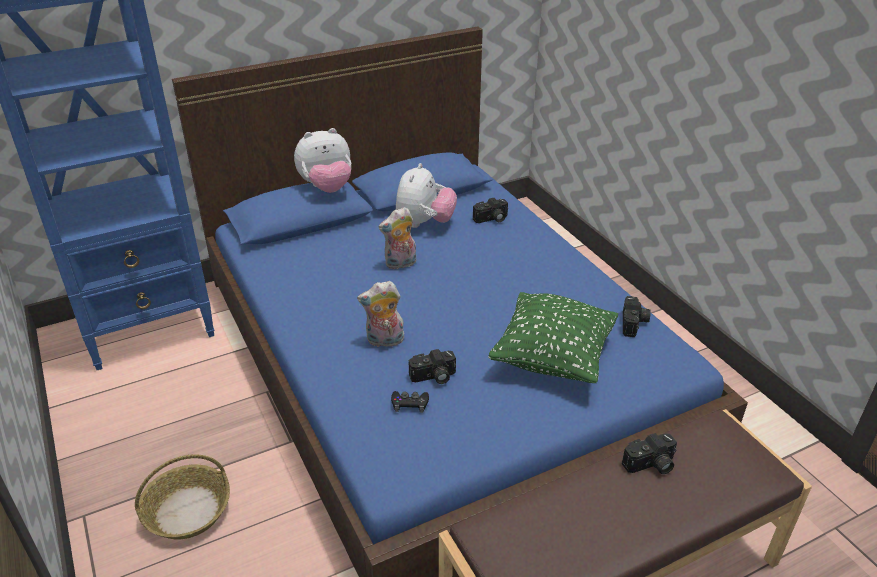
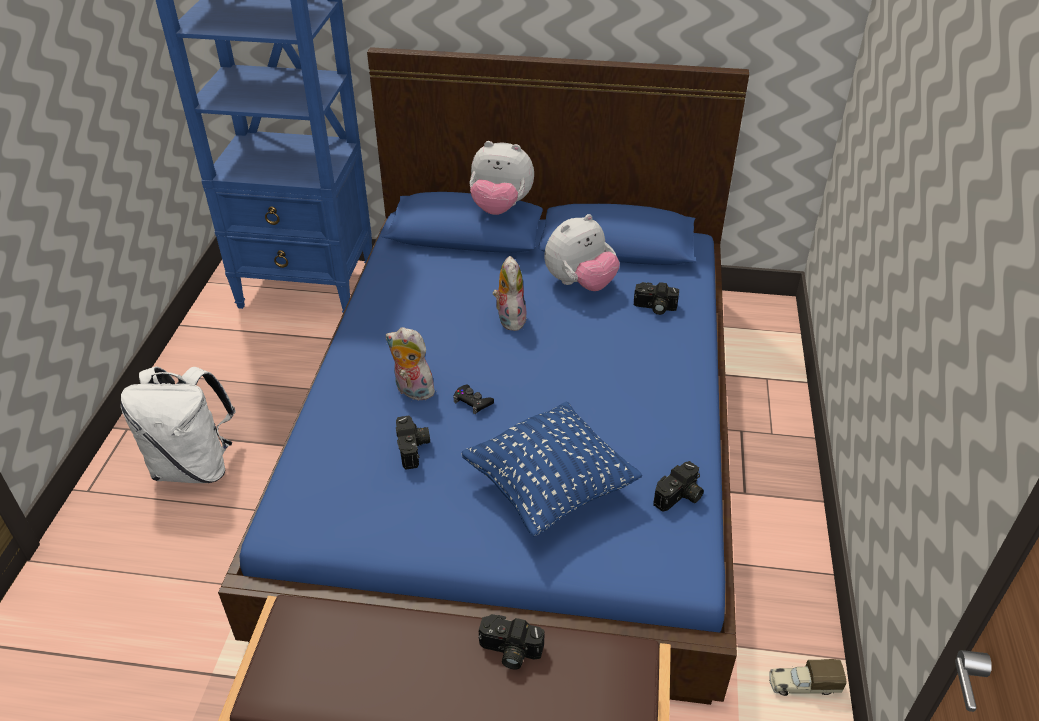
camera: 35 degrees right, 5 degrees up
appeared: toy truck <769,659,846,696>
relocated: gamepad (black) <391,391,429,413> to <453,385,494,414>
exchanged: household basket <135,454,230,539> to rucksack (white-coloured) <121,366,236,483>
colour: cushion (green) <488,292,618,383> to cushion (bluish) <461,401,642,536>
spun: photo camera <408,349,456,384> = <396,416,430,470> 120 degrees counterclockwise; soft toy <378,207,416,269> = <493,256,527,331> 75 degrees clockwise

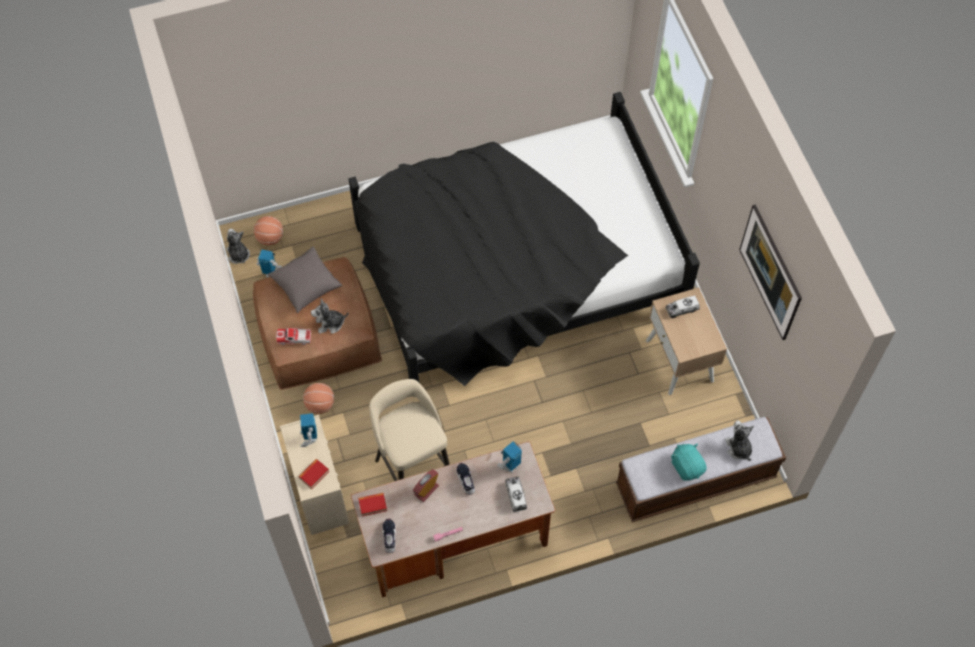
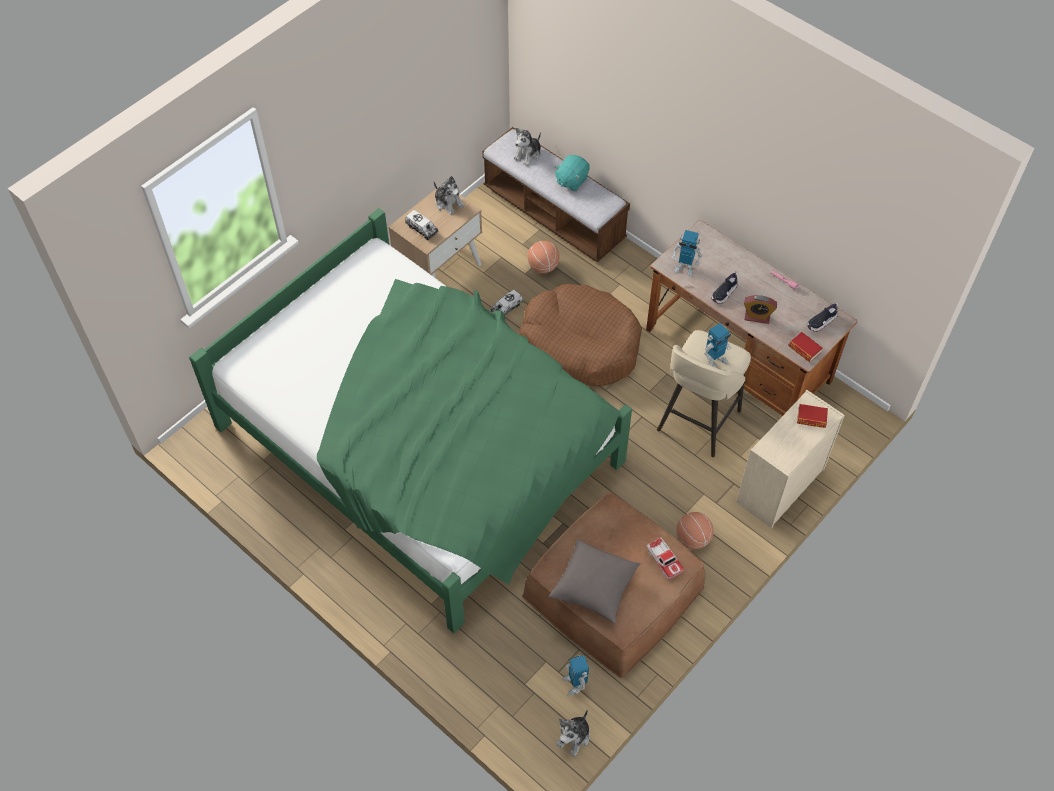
camera: 120 degrees left, 5 degrees down
missing: wall picture <739,204,802,340>
appeared: dog cushion (brown-coloured) <519,284,642,387>
relocated: soft toy <311,299,349,334> to <434,176,465,215>; toy truck <505,477,527,512> to <491,290,523,315>; basketball <254,216,283,245> to <528,241,560,273>; model robot <300,413,317,447> to <704,323,731,368>
colour: sleeping bed (black) <349,92,700,397> to sleeping bed (green) <189,208,632,633>

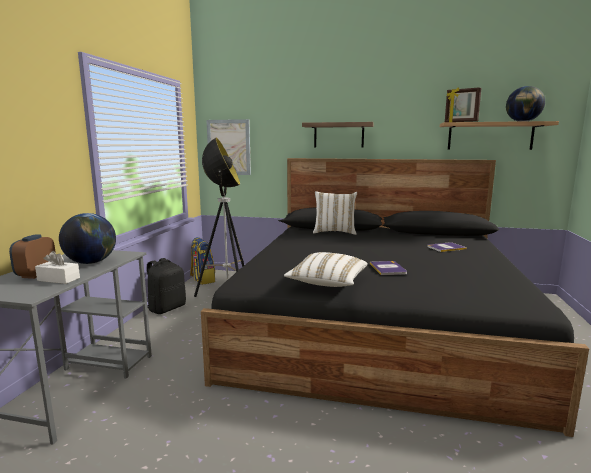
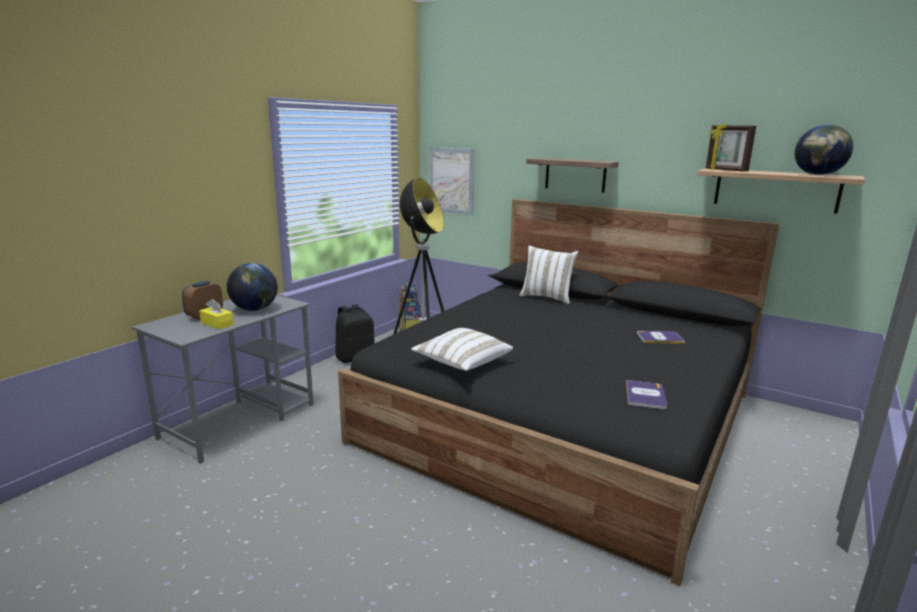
camera: 20 degrees right, 5 degrees up
relocated: bound book <370,261,407,275> to <626,380,667,409>
colour: tissue holder (white-coloured) <35,251,80,284> to tissue holder (yellowish) <199,299,234,329>

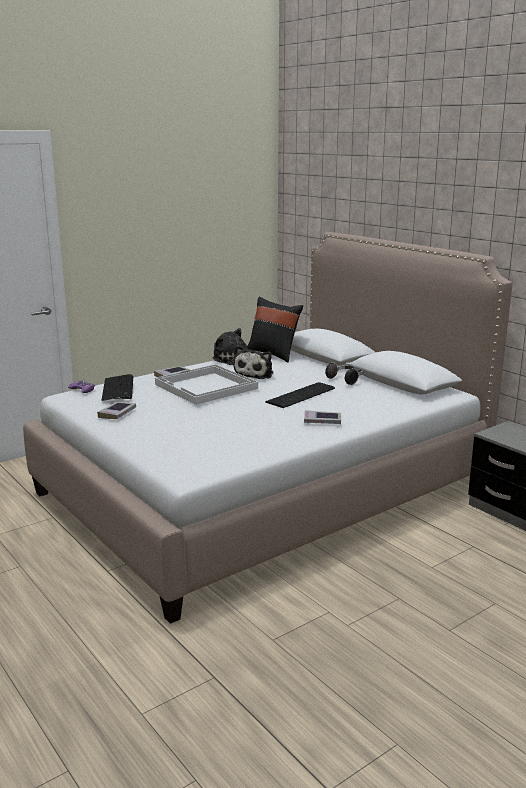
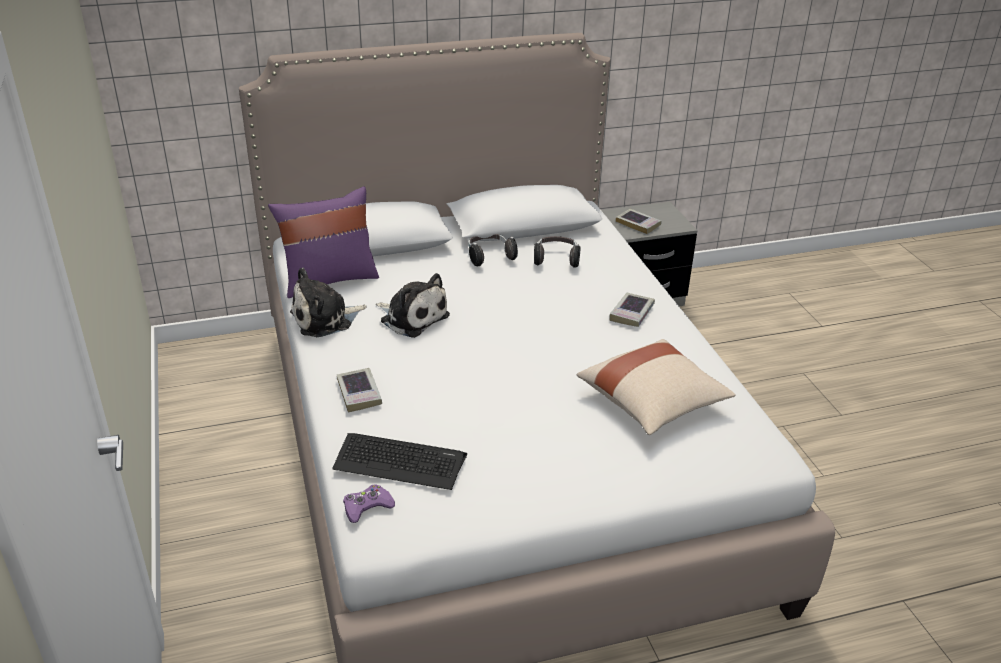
camera: 70 degrees left, 15 degrees up
missing: serving tray (white-coloured) <155,364,258,405>; PC keyboard <265,382,335,408>
appeared: pair of headphones <534,236,580,268>; cushion (beige) <577,339,736,435>
relocated: bound book <97,402,136,419> to <616,209,662,234>
colour: cushion (black) <247,297,303,362> to cushion (purple-coloured) <268,186,379,298>

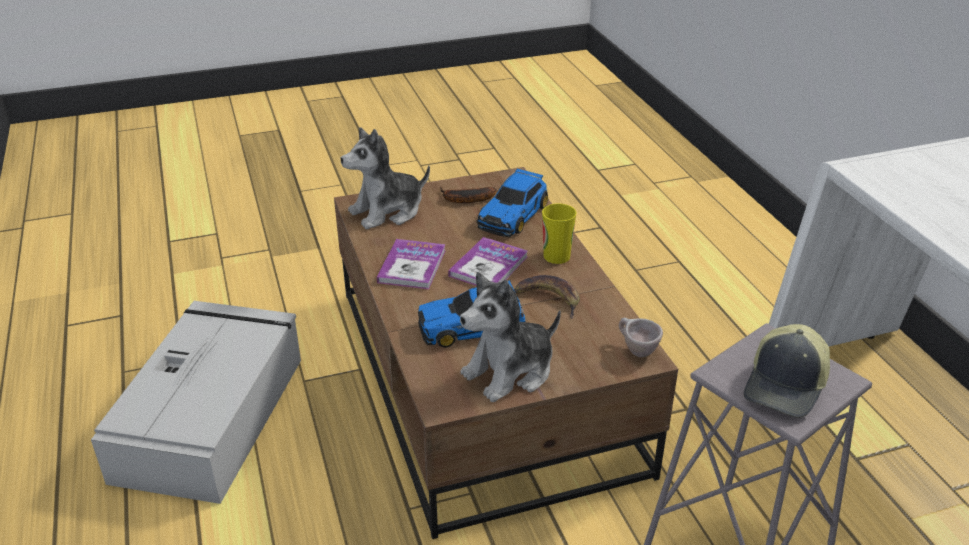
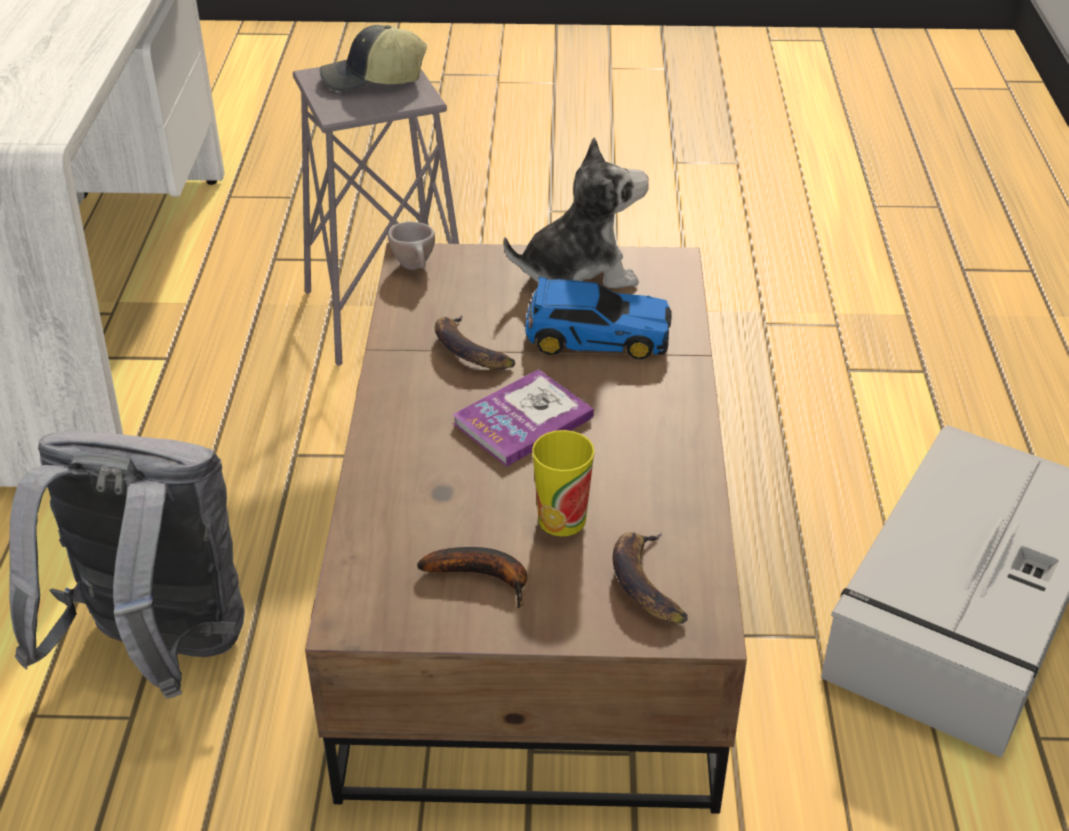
camera: 160 degrees left, 5 degrees up
missing: bound book <377,239,446,289>; model car <477,169,548,237>
appeared: rucksack (greyish) <9,431,245,699>
relocated: cup <542,203,577,264> to <532,430,595,536>
exchanged: soft toy <341,127,430,229> to banana <613,532,688,623>
spun: cap <744,324,830,418> = <319,24,427,91> 150 degrees counterclockwise

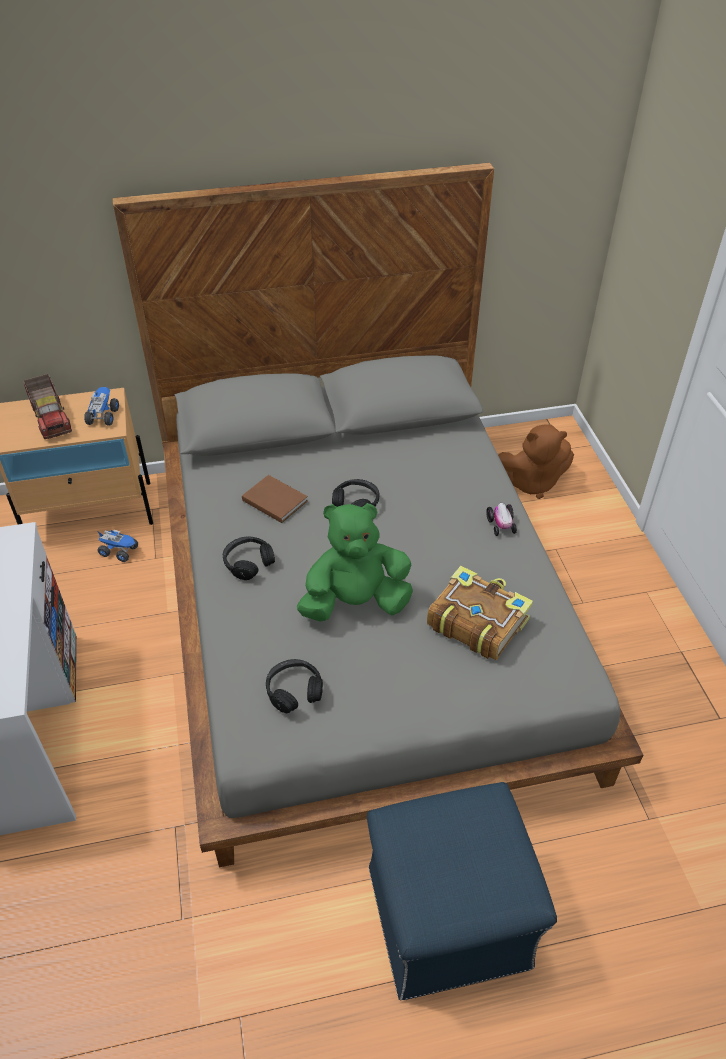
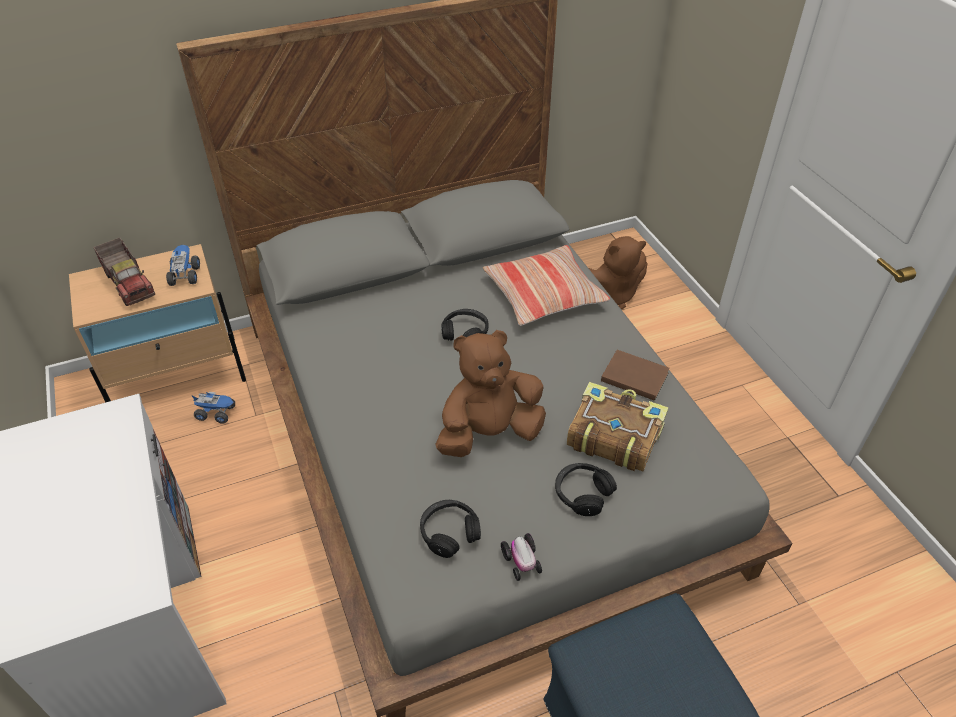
camera: 10 degrees left, 0 degrees up
appeared: cushion <483,245,610,326>
relocated: model car <486,503,517,536> to <501,533,542,581>; pair of headphones (black) <223,536,275,580> to <555,463,617,516>; bound book (brown-coloured) <242,475,308,523> to <601,350,670,401>
colour: soft toy (green) <297,503,413,621> to soft toy (brown-coloured) <435,330,546,457>

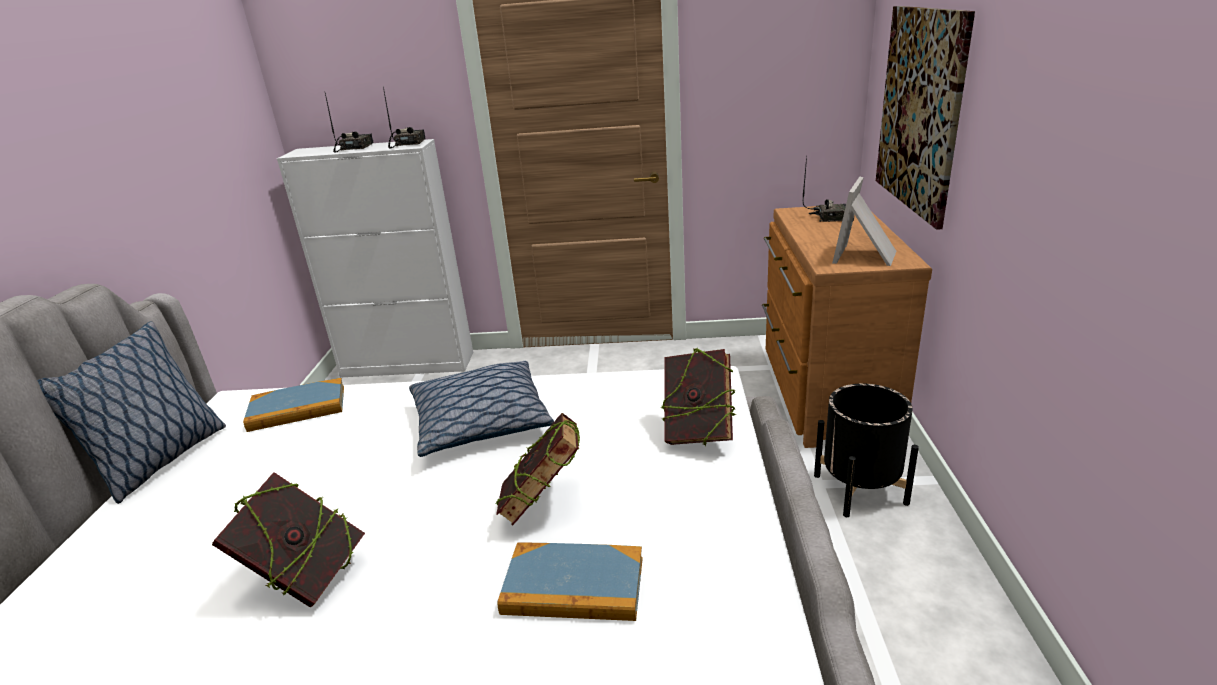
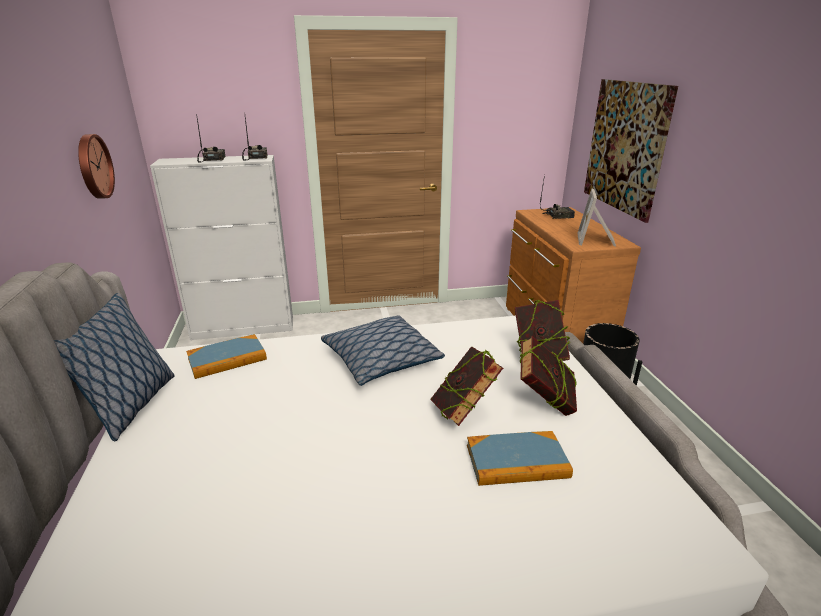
camera: 15 degrees left, 0 degrees up
appeared: hanging clock <78,134,115,199>
relocated: bound book <212,472,365,607> to <520,336,577,416>

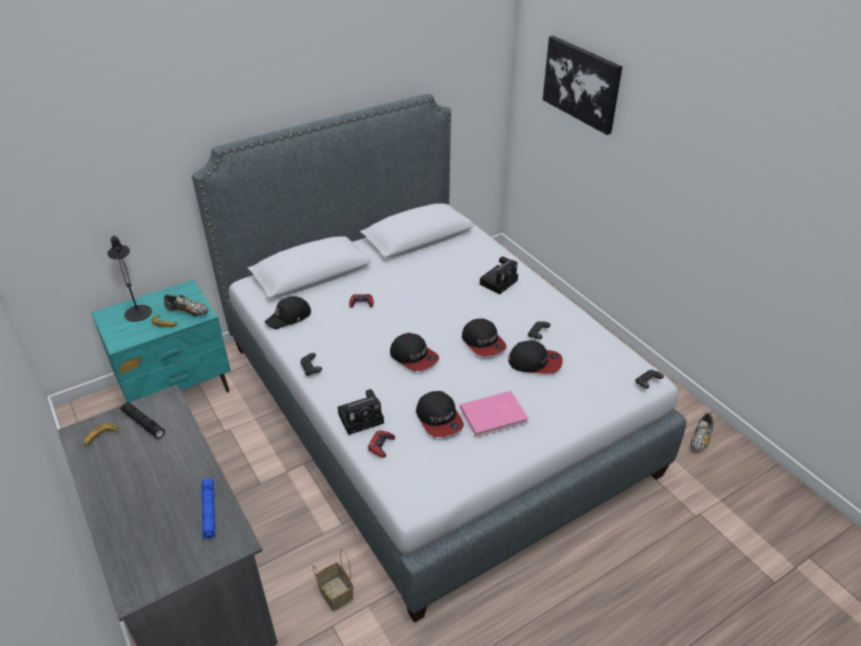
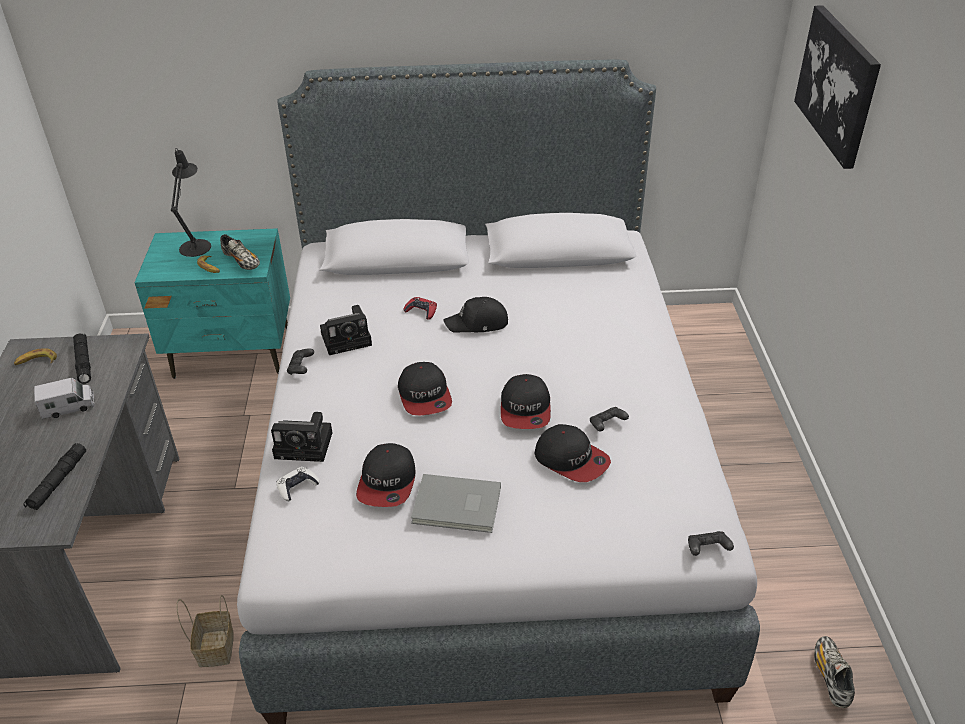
camera: 30 degrees right, 0 degrees up
appeared: toy truck <34,378,95,420>
relocated: photo camera <480,256,518,295> to <320,305,372,355>; cap (black) <265,296,311,329> to <443,297,508,333>
colour: torch (bluish) <201,478,215,539> to torch (black) <23,443,86,510>; gamepad (red) <368,430,395,458> to gamepad (white-coloured) <277,467,319,502>; bound book (pinkish) <460,391,529,437> to bound book (greyish) <411,474,501,533>
spun: item of footwear <690,413,714,451> = <814,636,855,708> 120 degrees clockwise

